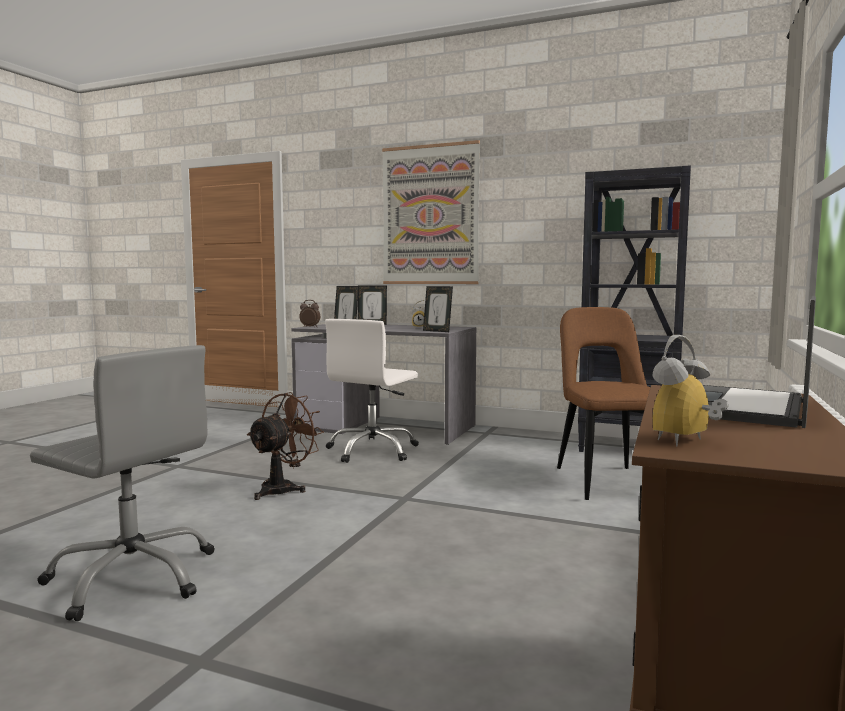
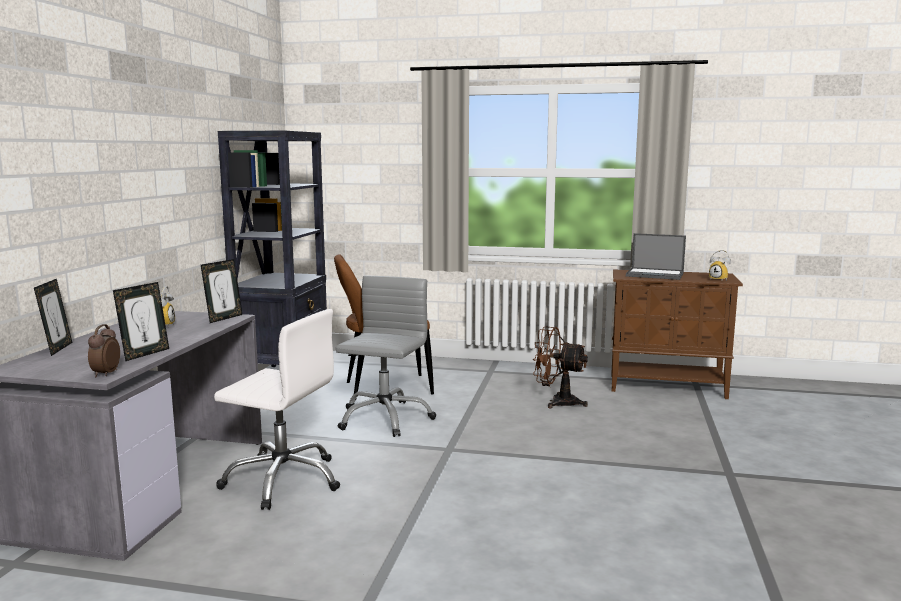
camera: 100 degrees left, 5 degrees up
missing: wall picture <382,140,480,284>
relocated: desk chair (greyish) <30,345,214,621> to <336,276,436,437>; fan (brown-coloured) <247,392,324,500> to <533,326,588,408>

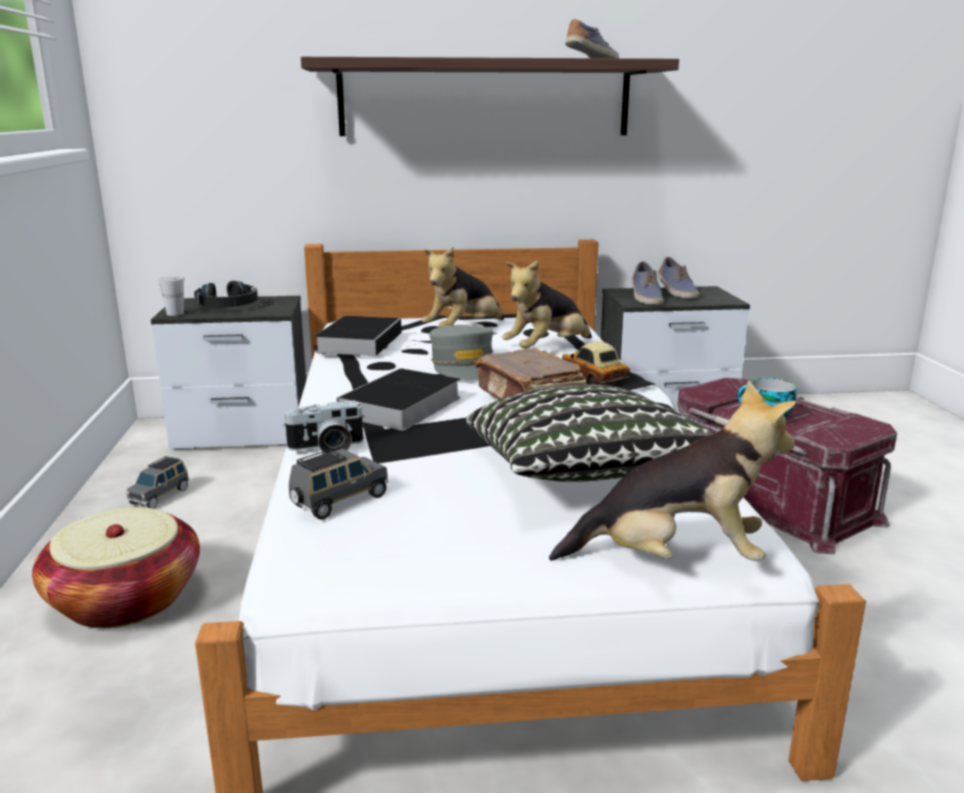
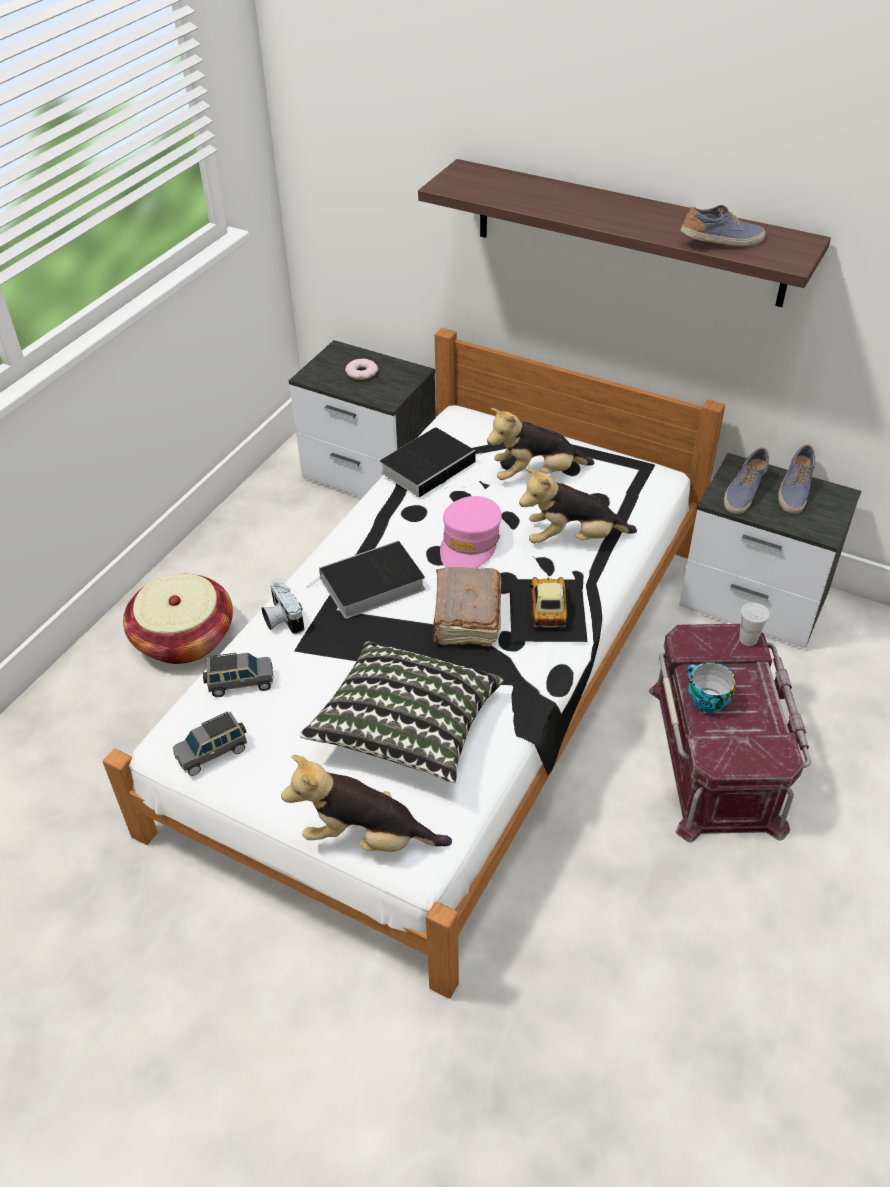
camera: 35 degrees right, 25 degrees up
relocated: model car (greyish) <127,456,189,509> to <173,712,247,776>; cup (white-coloured) <157,276,185,316> to <739,603,770,646>
exchanged: pair of headphones (black) <194,281,258,307> to doughnut <345,359,378,380>
colour: cap (greyish) <429,325,493,381> to cap (pinkish) <440,496,502,569>
spun: photo camera <282,400,365,453> = <262,578,304,634> 45 degrees clockwise; soft toy <549,380,796,561> = <281,755,452,852> 150 degrees clockwise

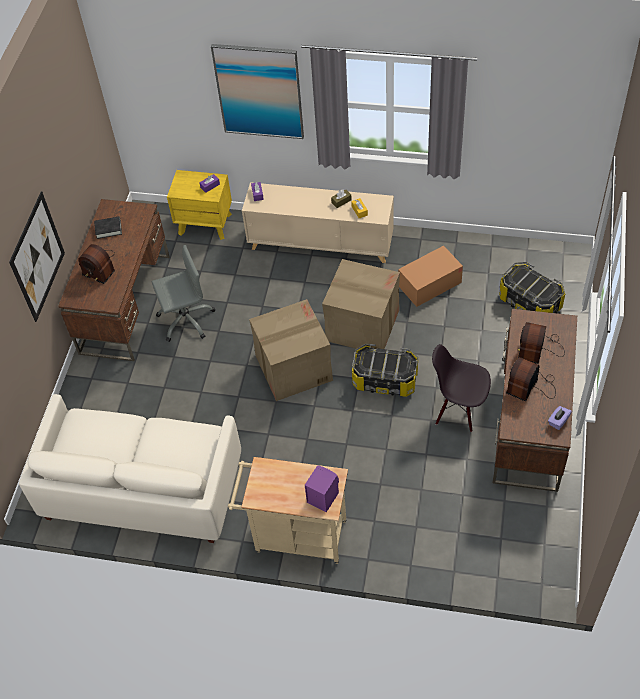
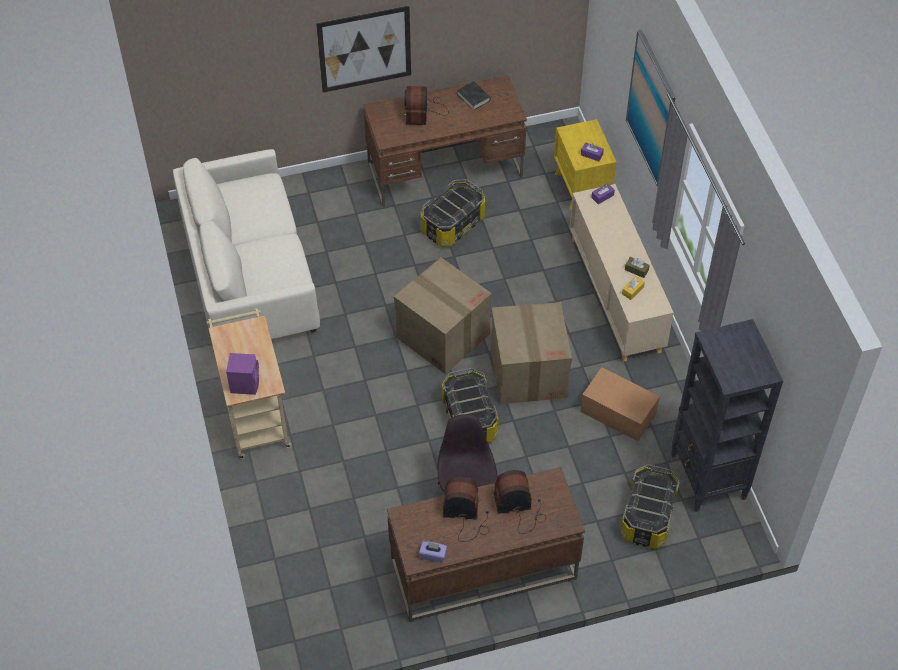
camera: 60 degrees right, 0 degrees up
appeared: bookcase (black) <671,319,783,512>
exchanged: desk chair (greyish) <152,245,215,342> to storage box <421,179,485,247>

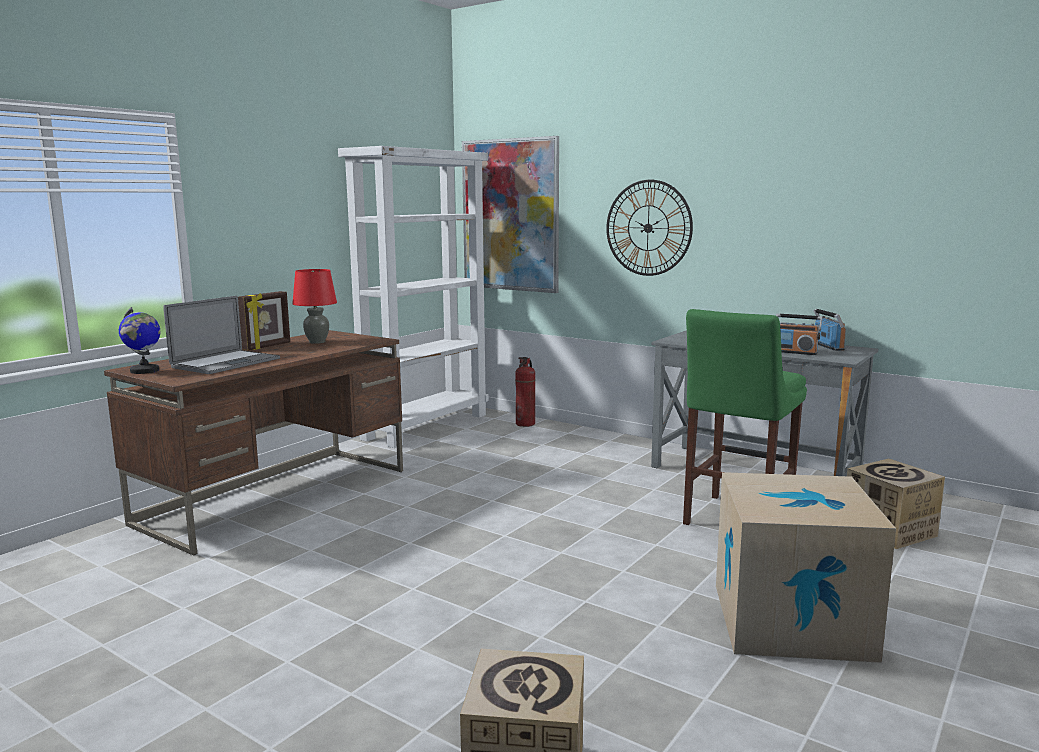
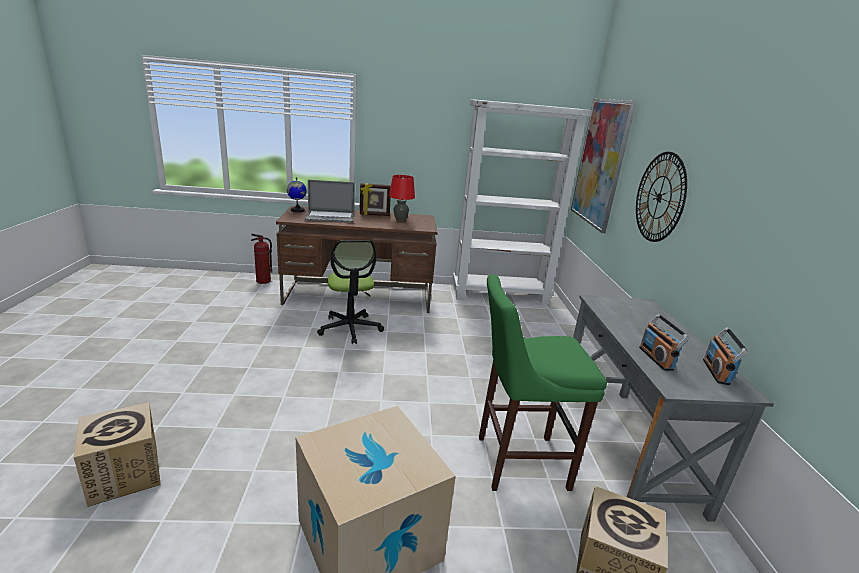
camera: 50 degrees right, 10 degrees up
appeared: desk chair <317,240,384,344>
relocated: extinguisher <515,357,536,427> to <251,234,272,284>
spun: radio receiver <813,309,846,351> = <703,327,748,385> 150 degrees clockwise

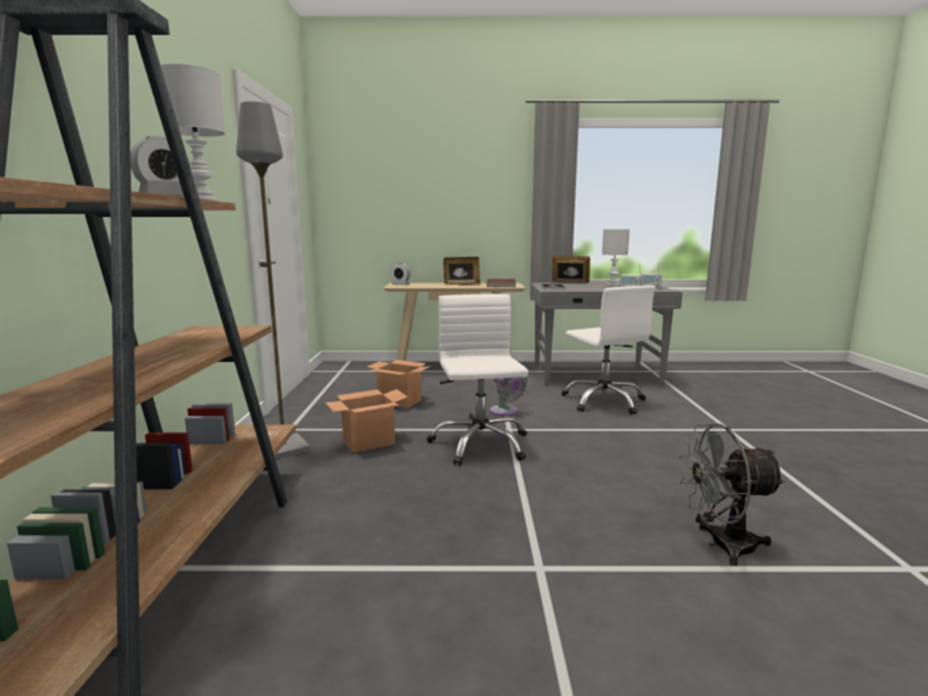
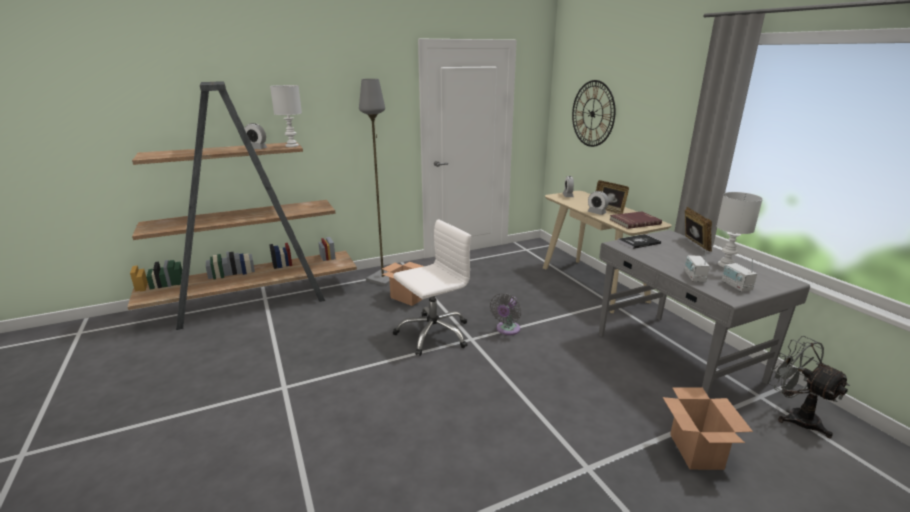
camera: 65 degrees right, 10 degrees up
missing: desk chair (white-coloured) <561,285,655,415>
appeared: hanging clock <572,80,616,147>; alarm clock <588,191,609,215>
relocated: packing box <367,360,431,408> to <663,387,753,470>; fan (greyish) <678,424,786,566> to <769,336,850,438>

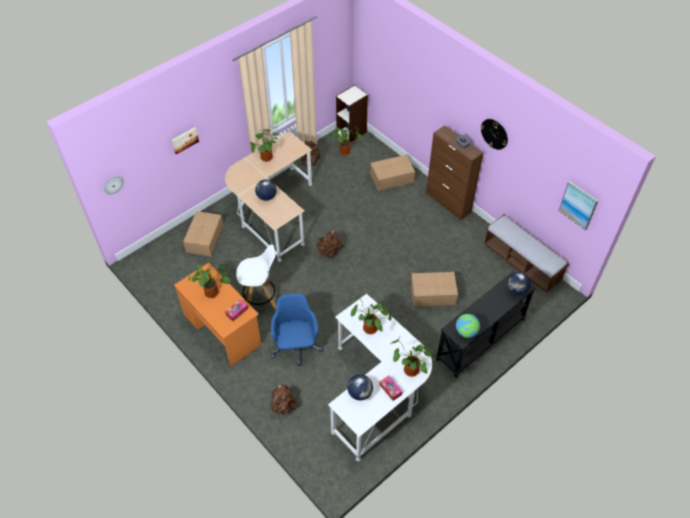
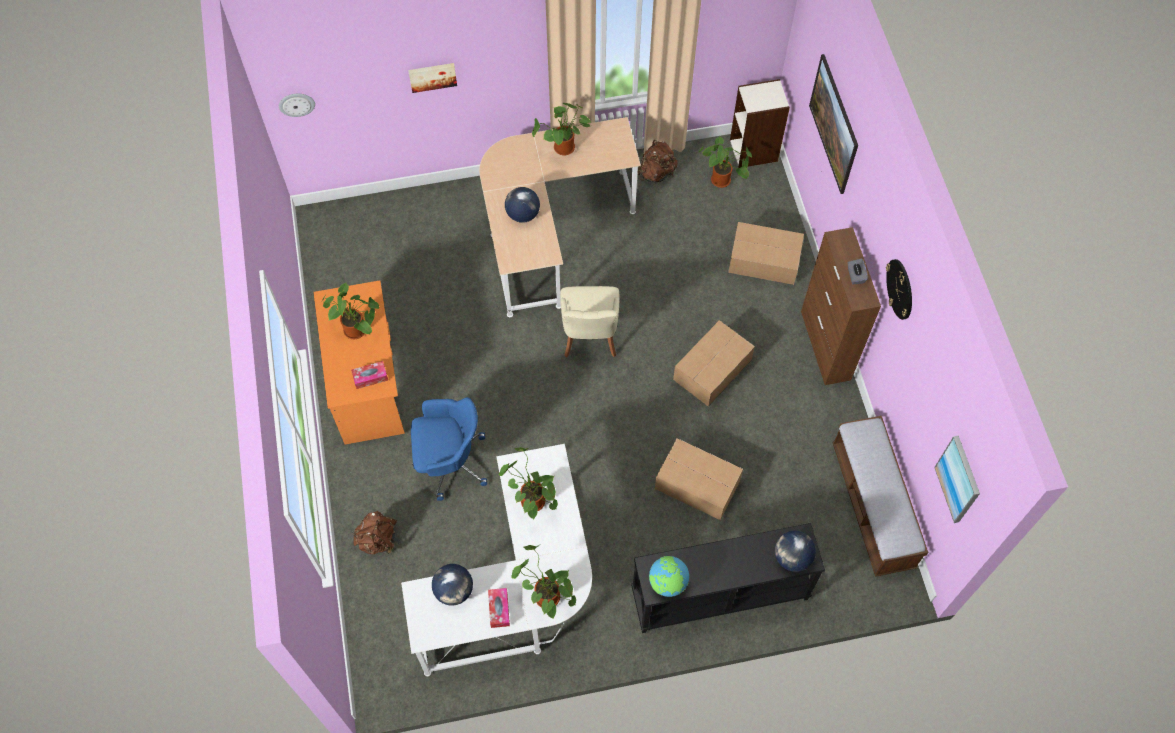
camera: 30 degrees right, 10 degrees up
missing: stool (white-coloured) <236,244,277,311>
appeared: wall picture <809,54,858,194>
relocated: packing box <183,211,223,257> to <673,320,755,406>
exchanged: rucksack (brown-coloured) <317,231,343,259> to upright chair (beige) <560,286,619,358>
spun: desk chair (bluish) <271,293,322,366> = <411,397,487,501> 60 degrees clockwise

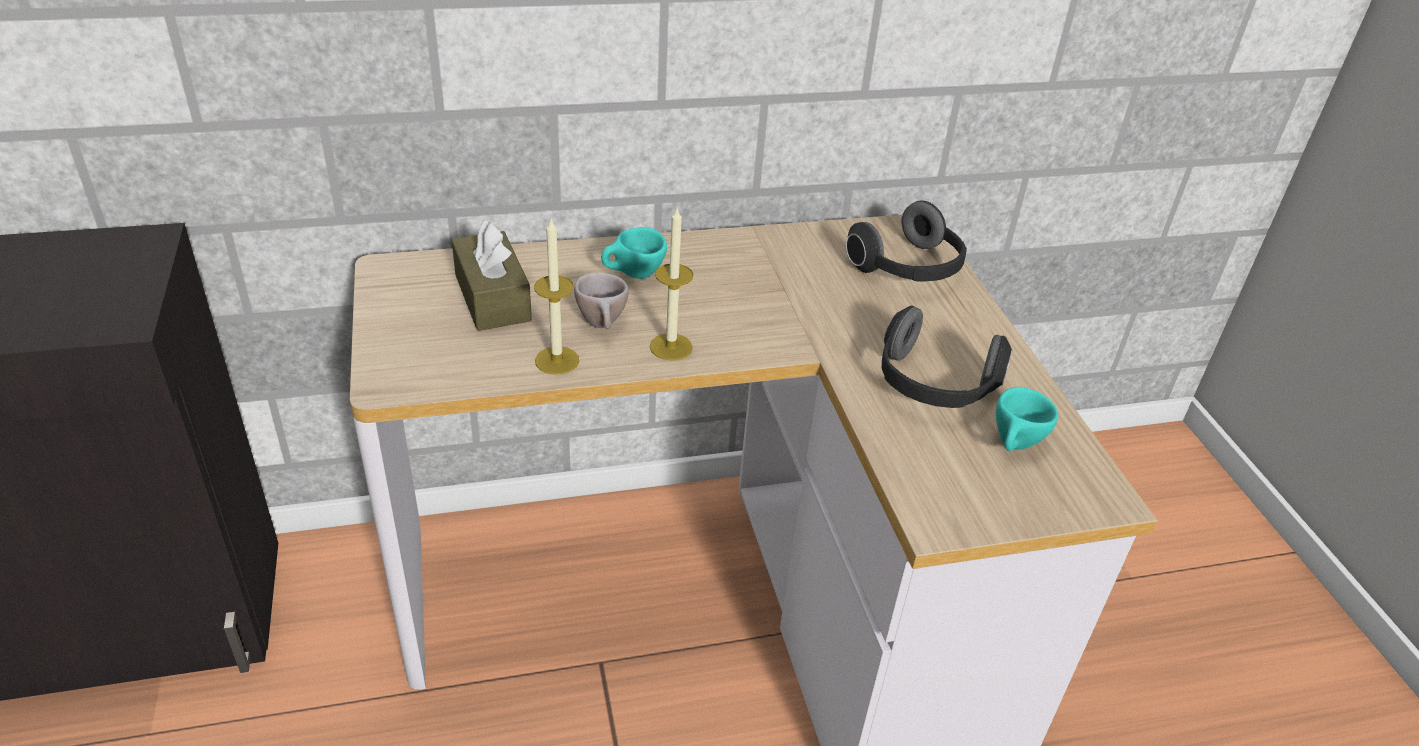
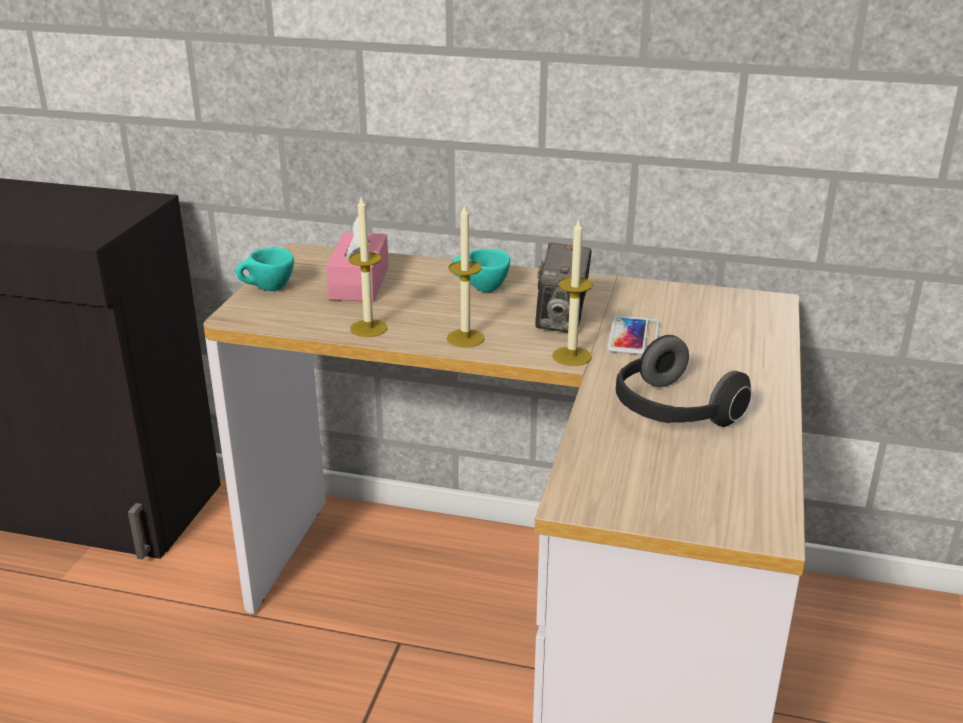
camera: 30 degrees right, 10 degrees down
missing: cup (beige) <574,272,629,329>; pair of headphones <846,200,967,282>
appeared: photo camera <535,242,591,332>; wax light <552,218,593,366>; telephone <607,315,660,355>
relocated: cup (turquoise) <996,387,1058,451> to <236,247,294,291>
colour: tissue holder (brown-coloured) <452,220,532,331> to tissue holder (pinkish) <326,217,389,302>

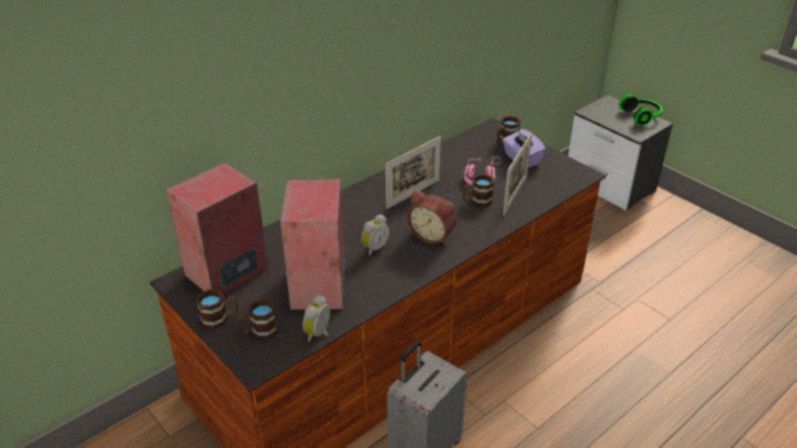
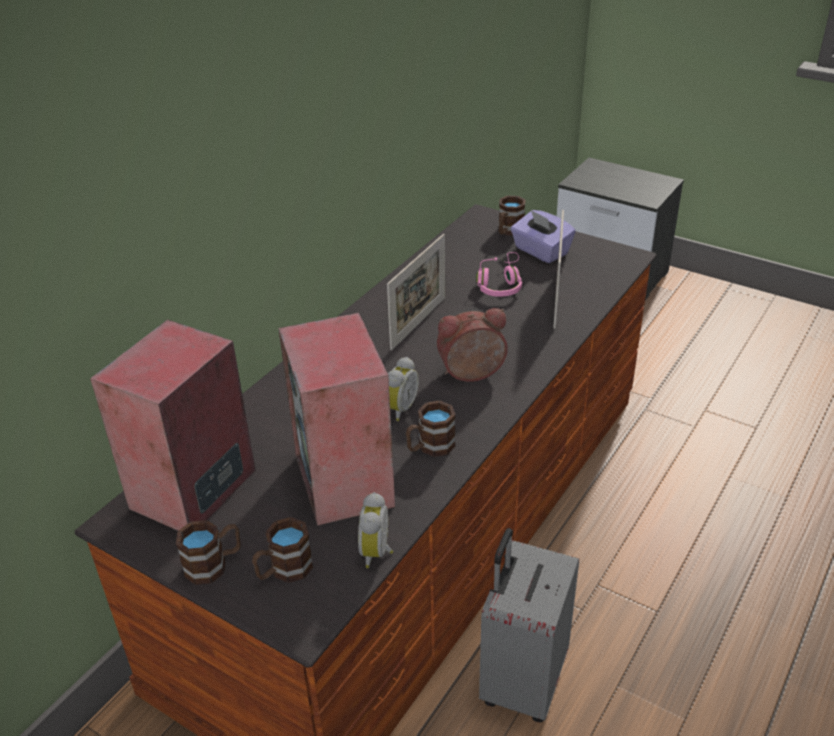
camera: 15 degrees left, 0 degrees up
missing: pair of headphones <619,94,662,126>
relocated: coffee mug (brown-coloured) <463,174,494,207> to <406,401,456,457>
spun: alarm clock <407,191,457,245> = <437,308,508,382> 150 degrees clockwise

